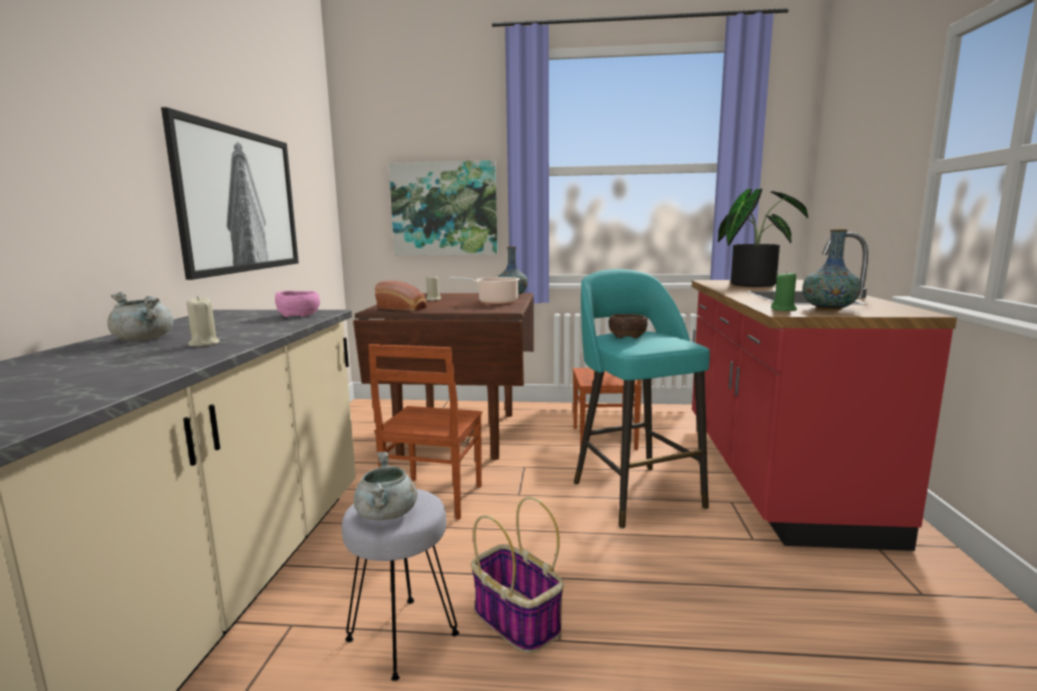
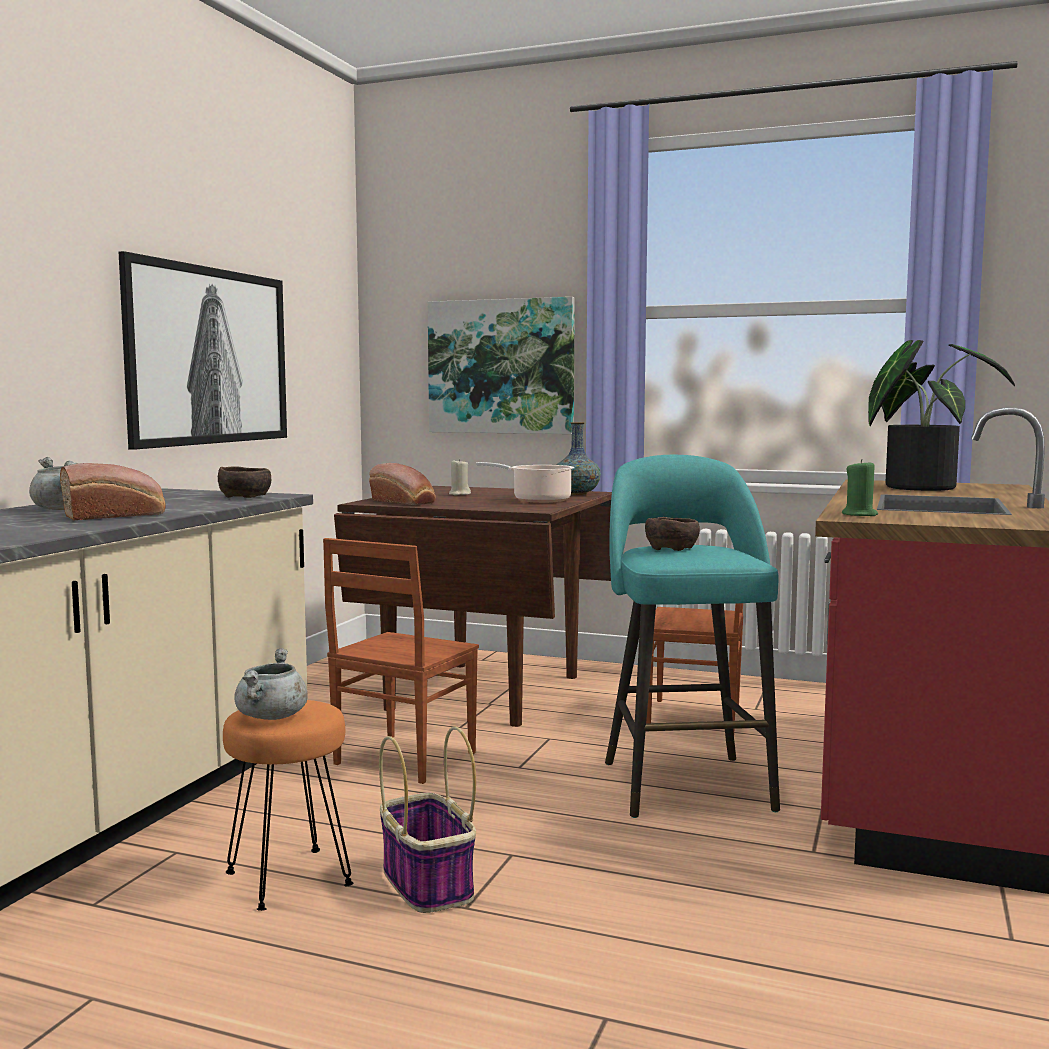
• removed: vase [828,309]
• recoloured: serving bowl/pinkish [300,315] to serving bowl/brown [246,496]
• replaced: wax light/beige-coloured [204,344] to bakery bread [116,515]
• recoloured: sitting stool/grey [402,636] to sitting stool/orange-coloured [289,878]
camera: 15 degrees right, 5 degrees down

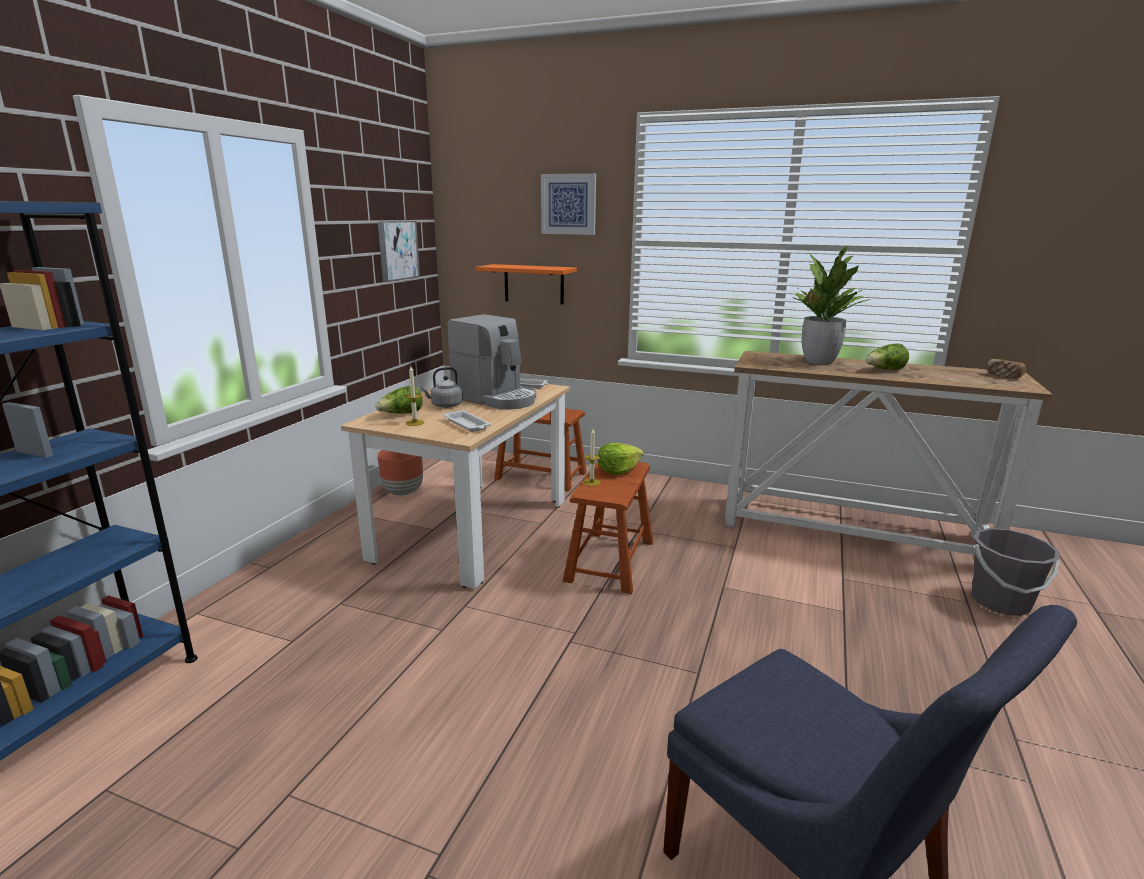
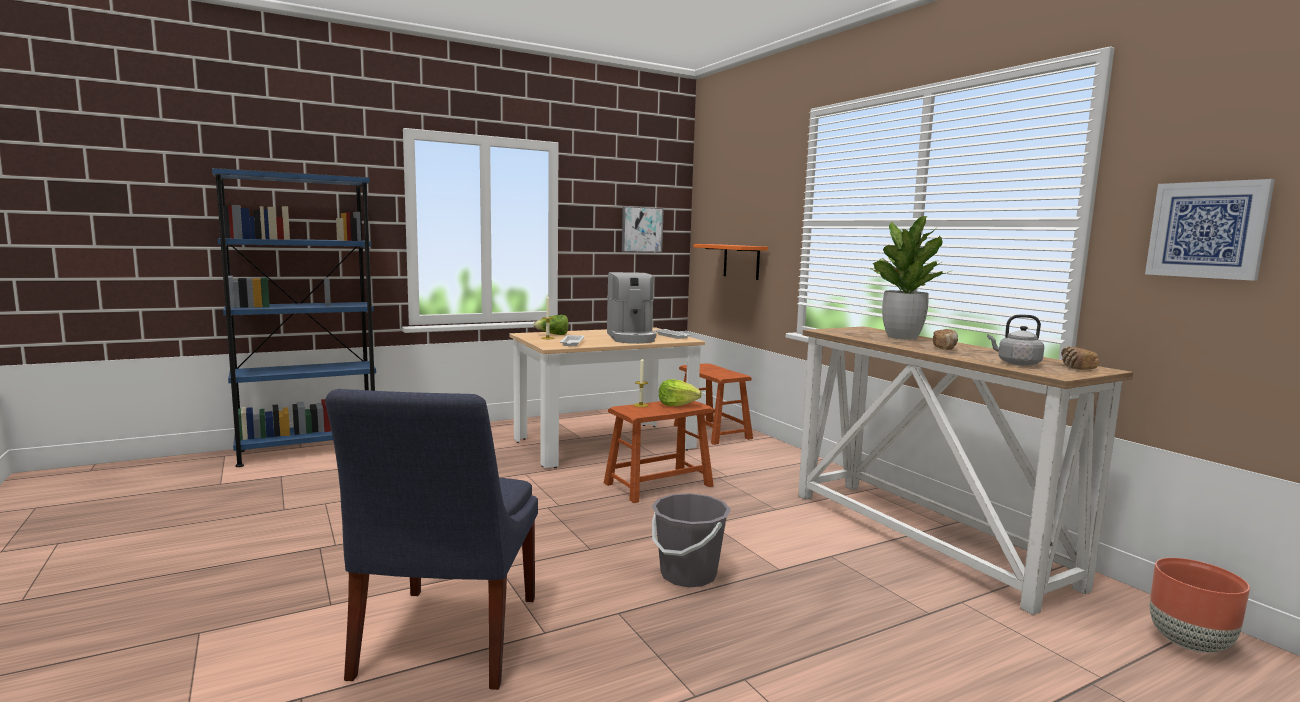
• moved: wall picture [568,204] to [1207,230]
• replaced: head of lettuce [884,370] to bakery bread [944,348]
• moved: water kettle/grey [445,405] to [1016,363]
• moved: flower pot/brown [403,492] to [1190,644]
• moved: water bucket/grey [1000,602] to [688,575]
camera: 40 degrees right, 10 degrees down

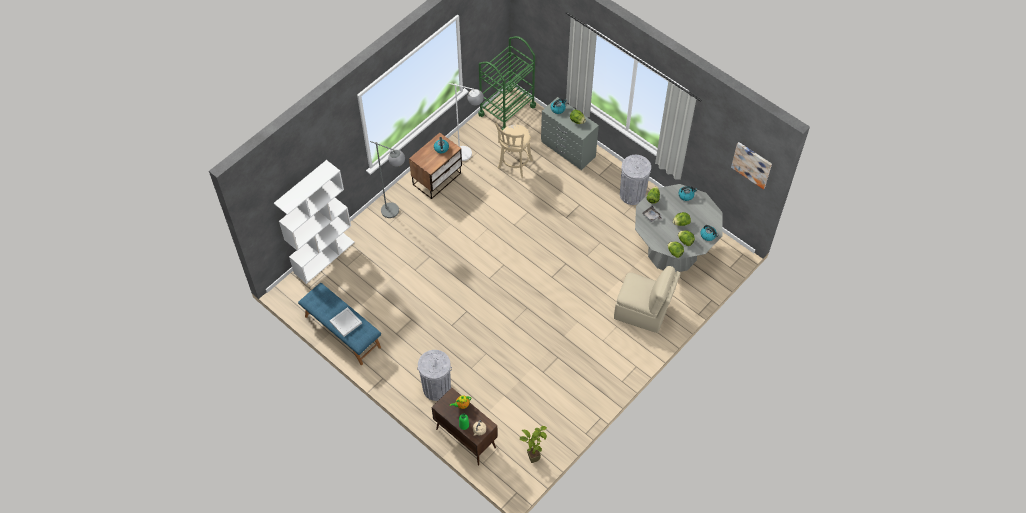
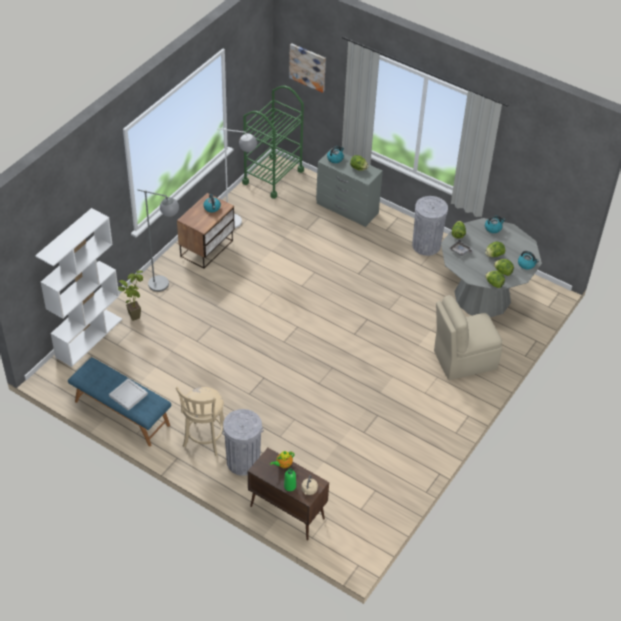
• moved: sitting stool/beige-coloured [514,165] to [204,441]
• moved: wall picture [752,164] to [308,67]
• turned: upright chair/beige-coloured [642,312] = [463,360] 150 degrees clockwise
• moved: houseplant [533,455] to [134,314]
camera: 10 degrees left, 10 degrees down

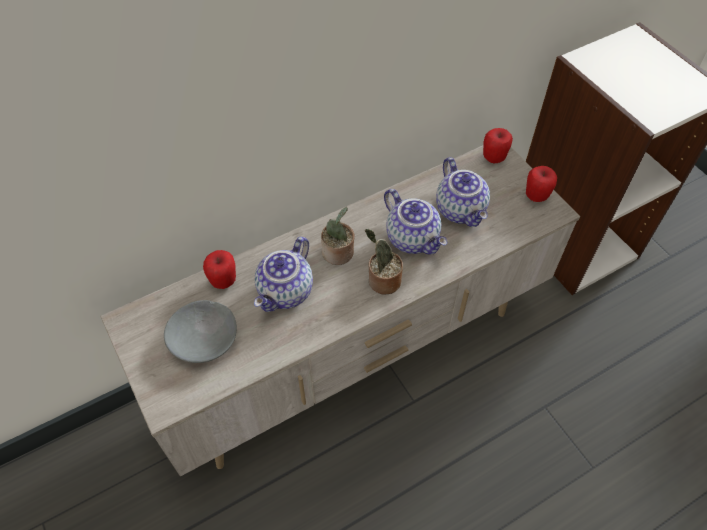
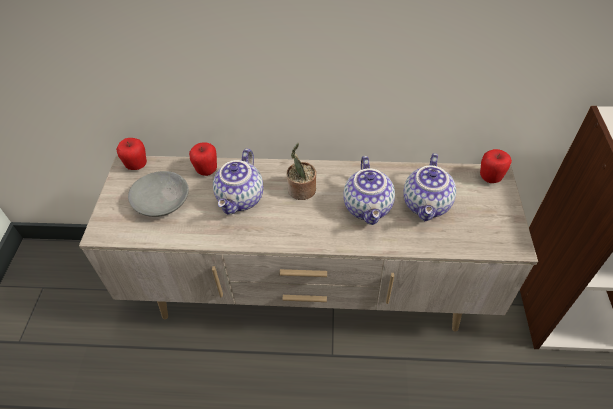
• moved: apple fruit [536,196] to [137,166]
• removed: houseplant [382,281]
• turned: teapot [286,292] = [241,199] 45 degrees counterclockwise
camera: 35 degrees right, 5 degrees down

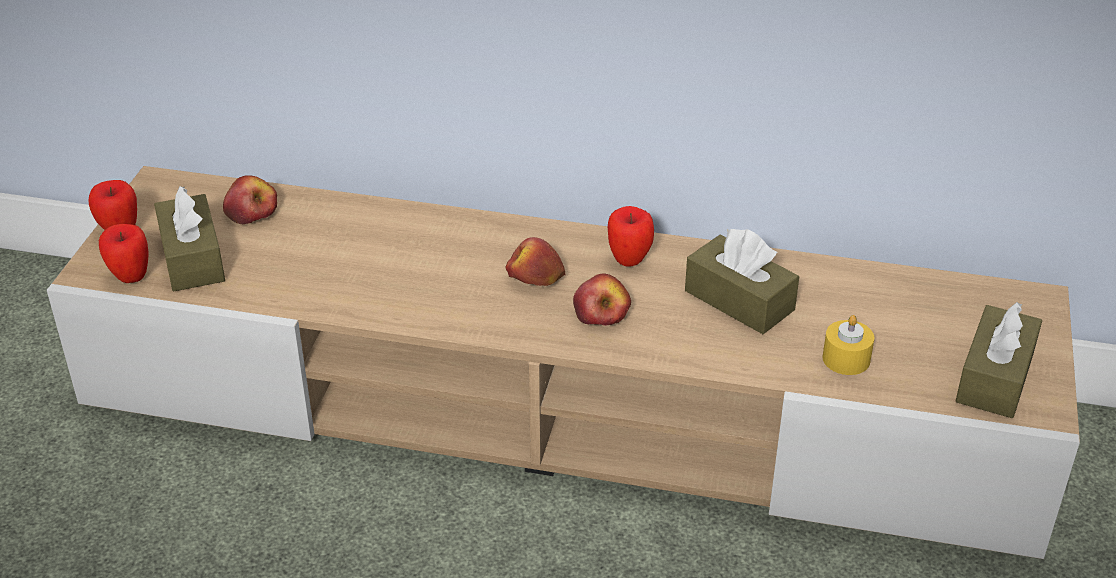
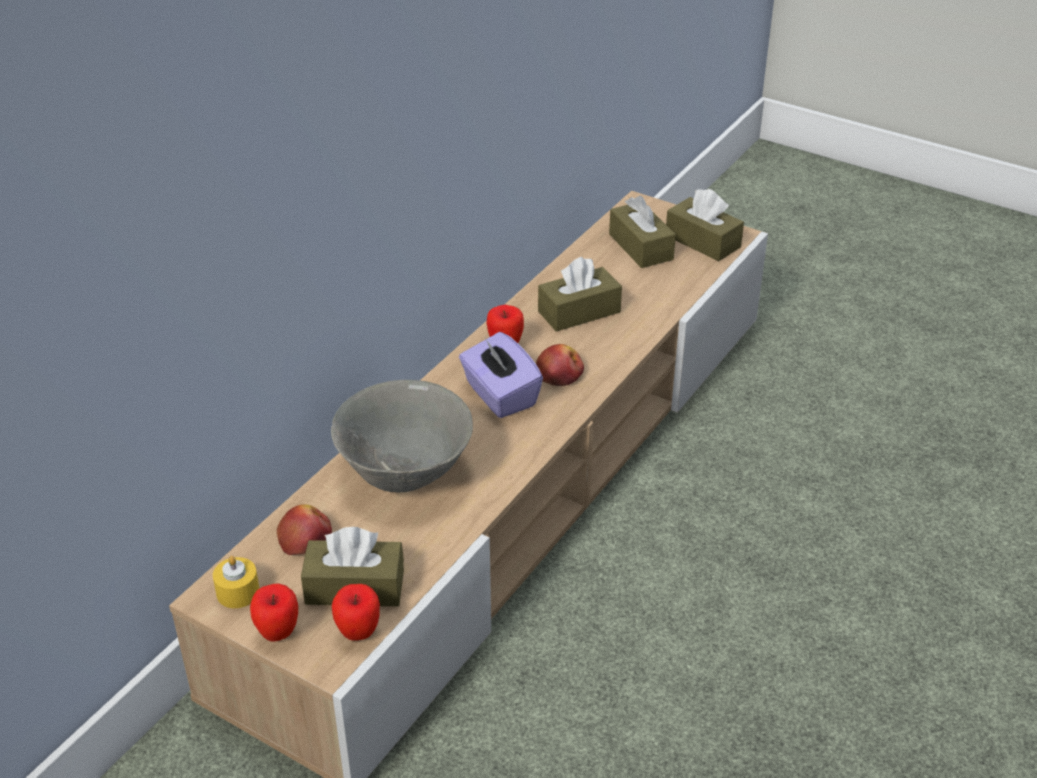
• replaced: apple fruit [535,277] to box of tissues/purple-coloured [499,395]
• moved: wax light/yellow-coloured [846,359] to [238,592]
• added: box of tissues/brown [640,247]
• added: serving bowl/grey [406,474]
camera: 70 degrees left, 0 degrees up

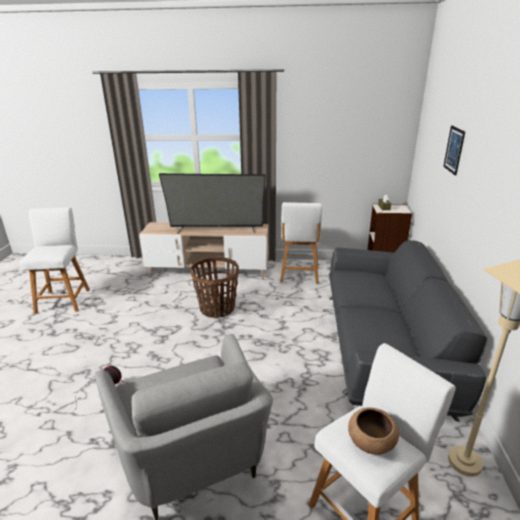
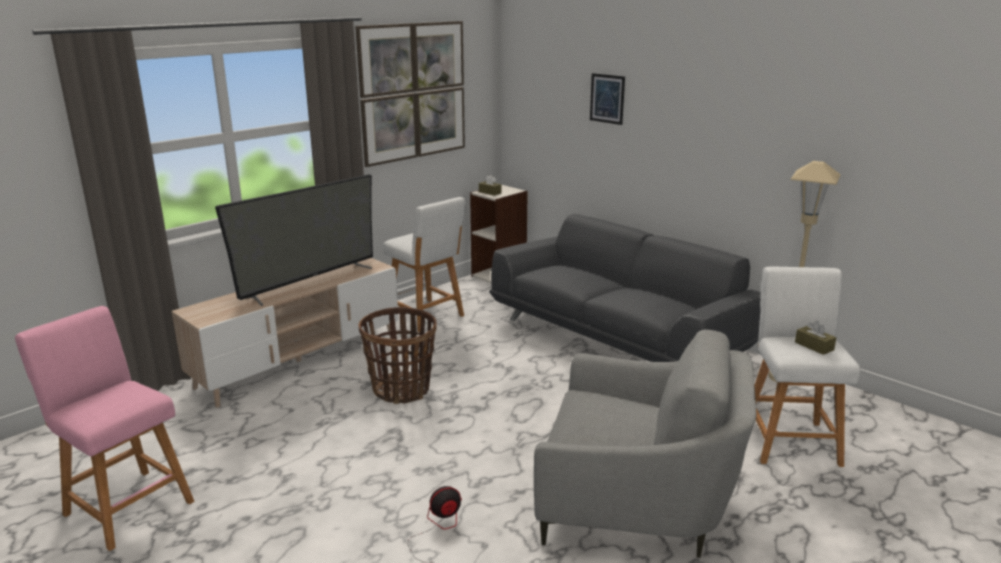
• recoloured: sitting stool/whitish [64,300] to sitting stool/pinkish [126,506]
• replaced: serving bowl/brown [371,442] to box of tissues/brown [814,346]
• added: wall picture [413,91]
camera: 50 degrees left, 5 degrees down

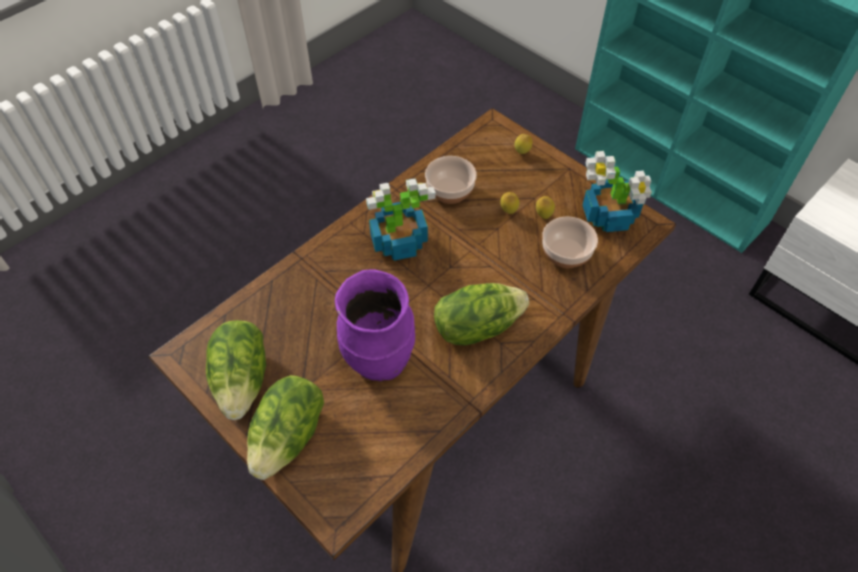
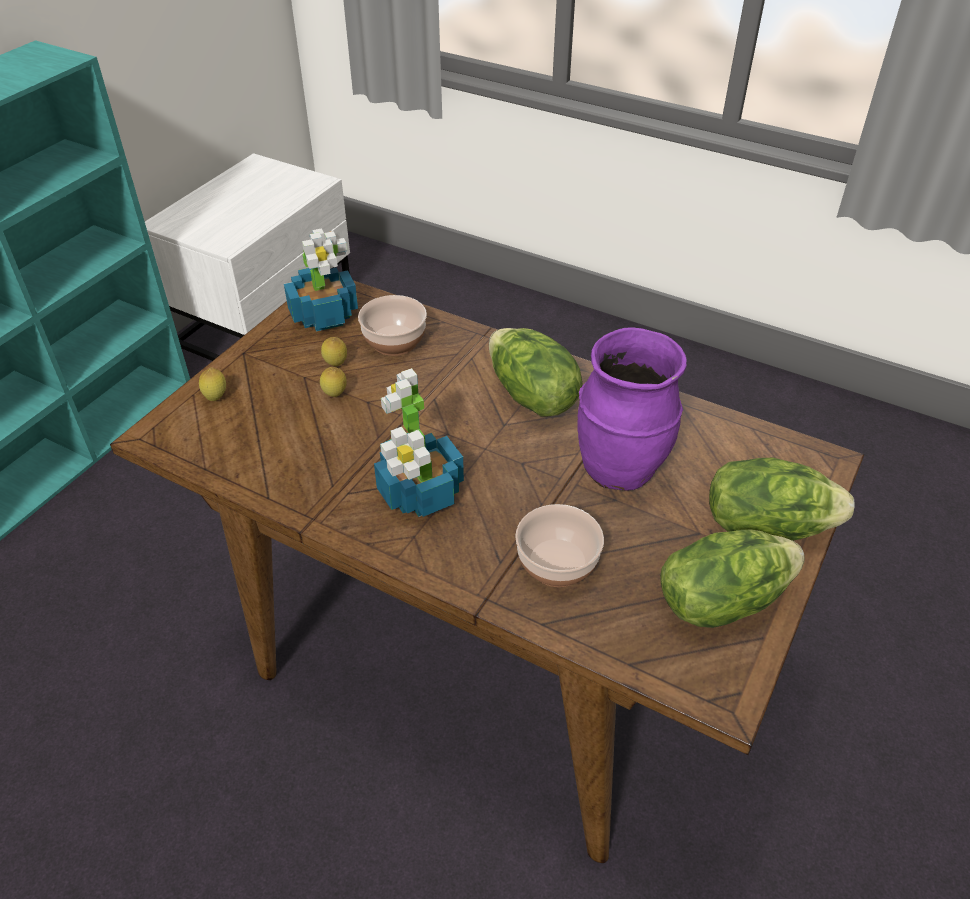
• moved: serving bowl [450,190] to [556,564]
camera: 105 degrees left, 10 degrees down

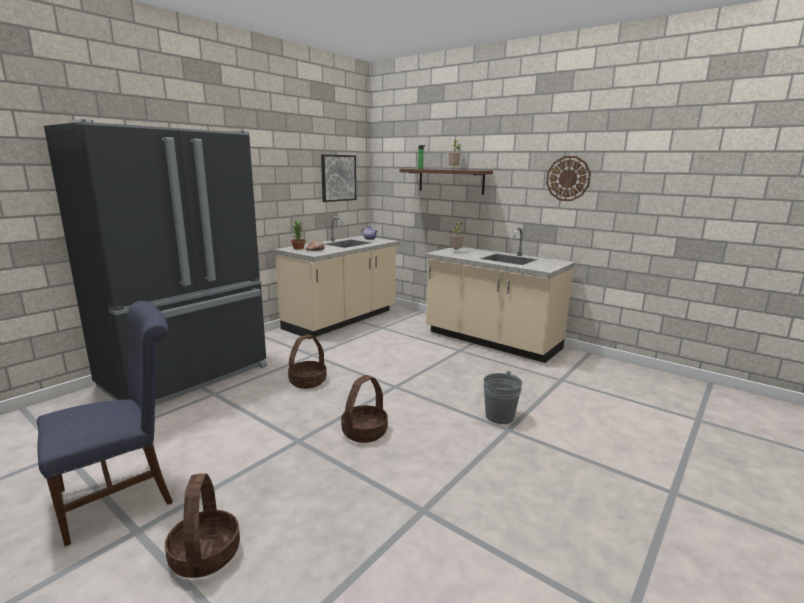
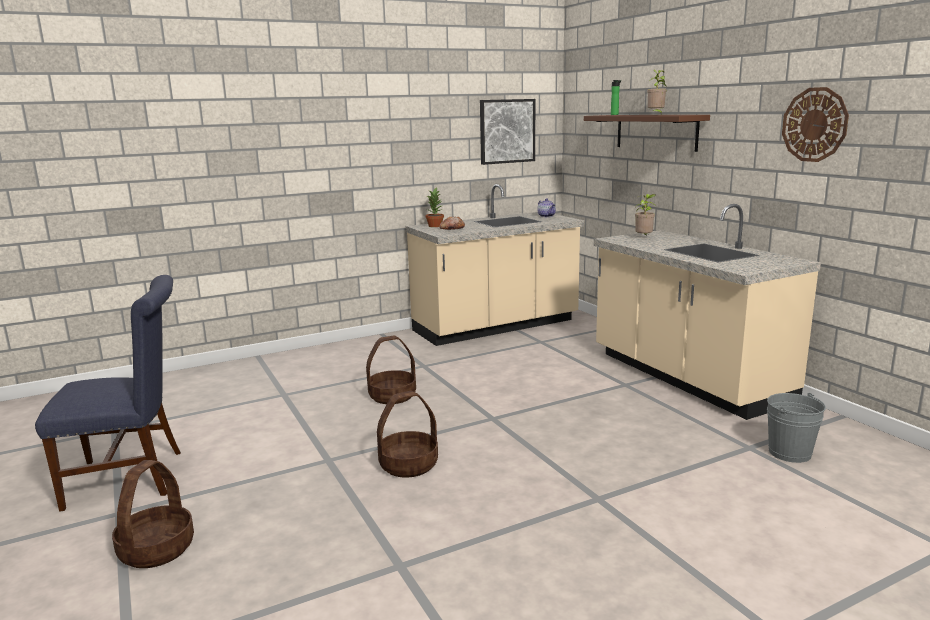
• removed: kitchen fridge/black [188,377]
• moved: water bucket/grey [499,416] to [789,453]
camera: 25 degrees right, 0 degrees up

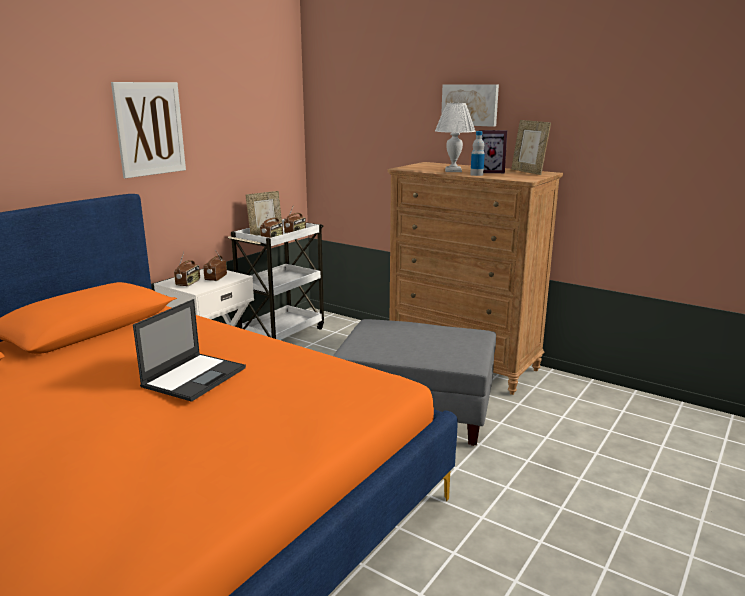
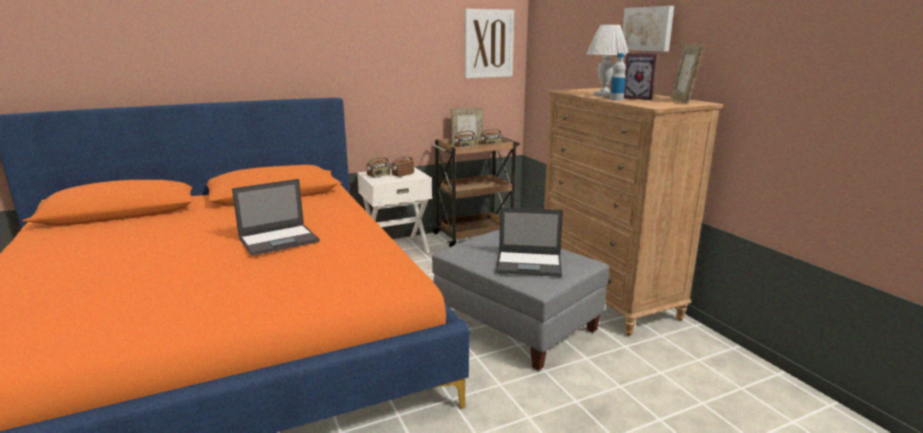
• moved: wall picture [149,129] to [488,43]
• recoloured: wheeled cart/whitish [282,334] to wheeled cart/brown [474,235]
• added: notebook computer [530,264]
camera: 30 degrees right, 0 degrees up

